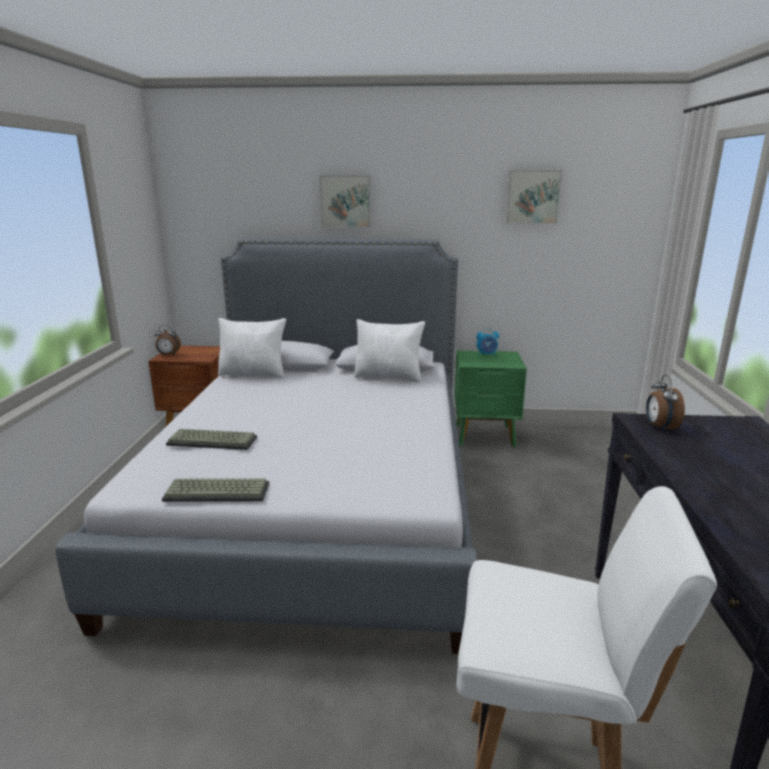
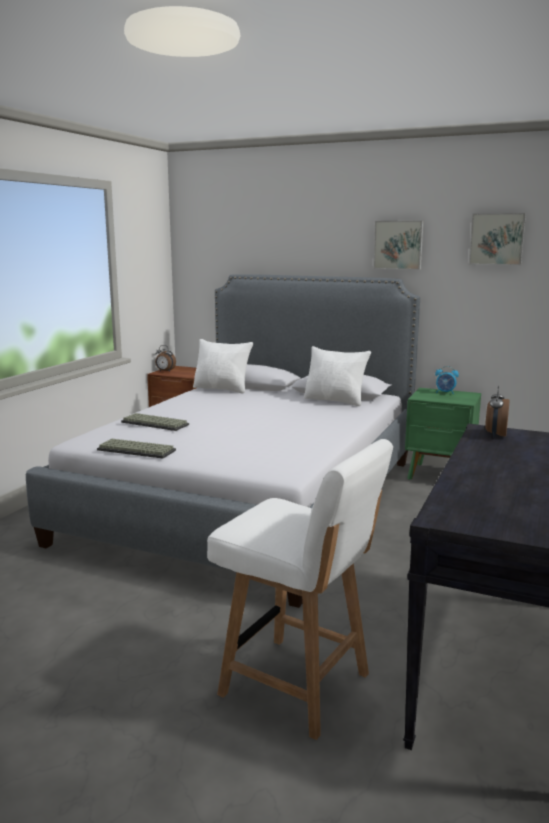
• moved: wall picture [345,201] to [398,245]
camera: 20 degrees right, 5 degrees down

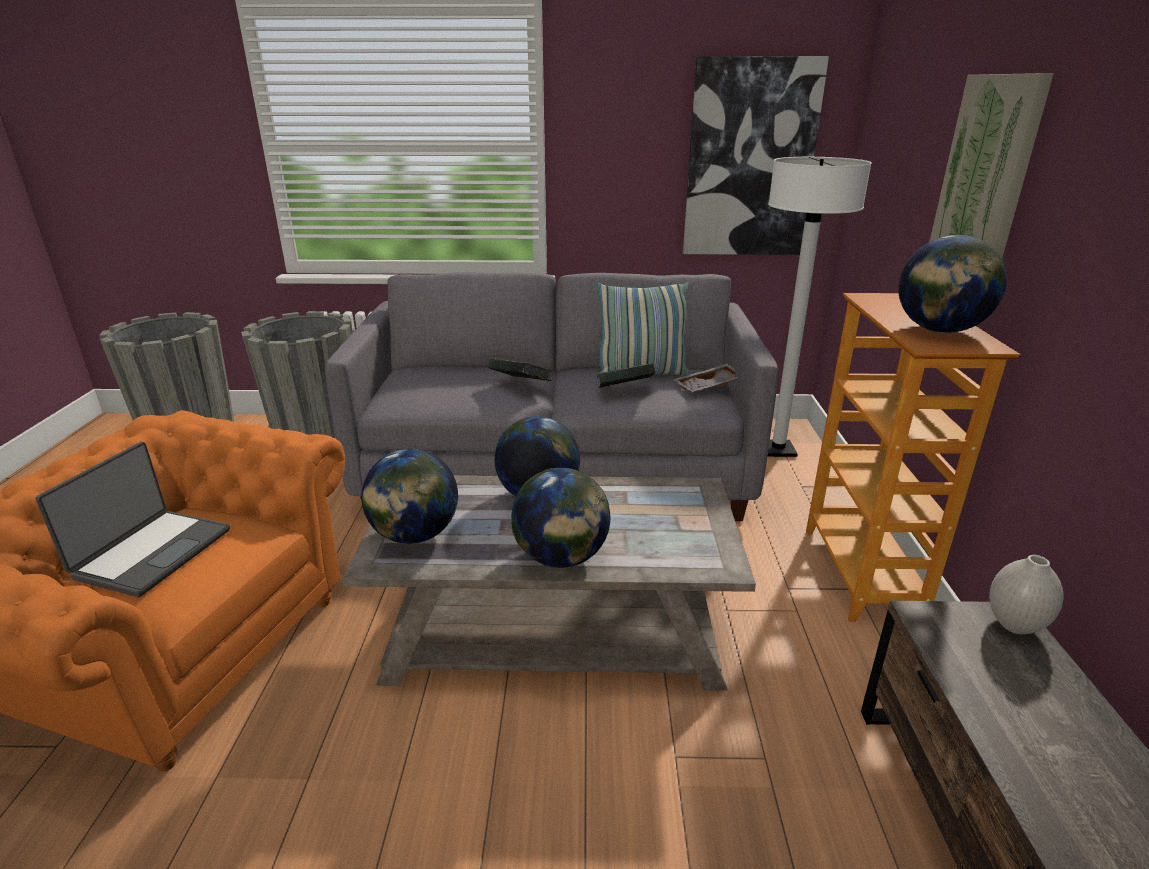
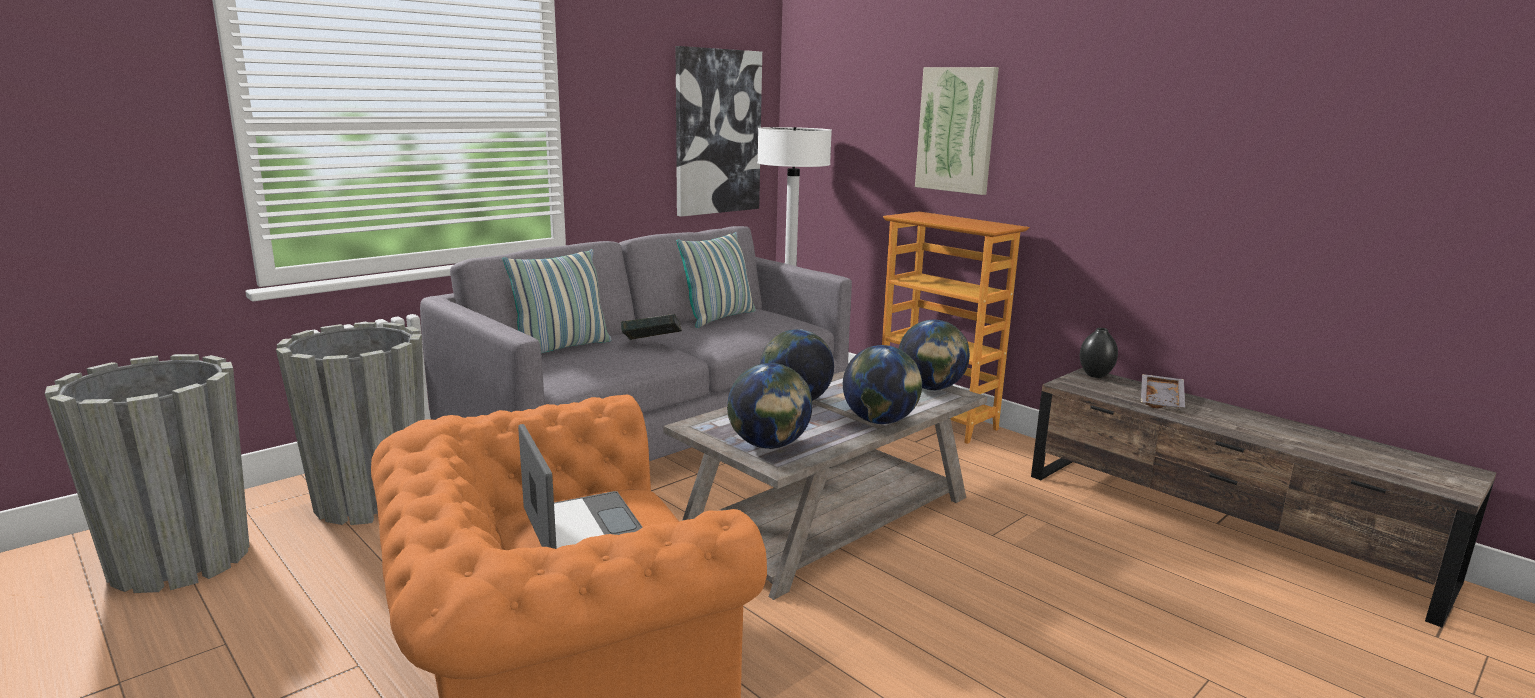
• moved: desk globe [938,331] to [930,388]
• removed: volume [624,392]
• moved: serving tray/grey [709,386] to [1162,400]
• recoloured: vase/whitish [1015,625] to vase/black [1095,375]
• added: pillow [562,348]
camera: 45 degrees left, 10 degrees down

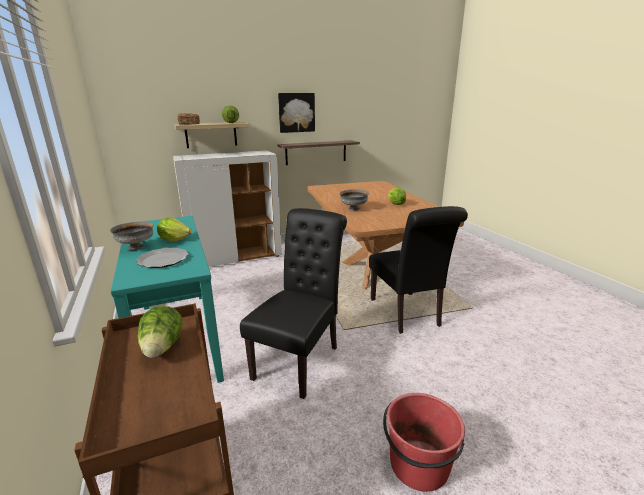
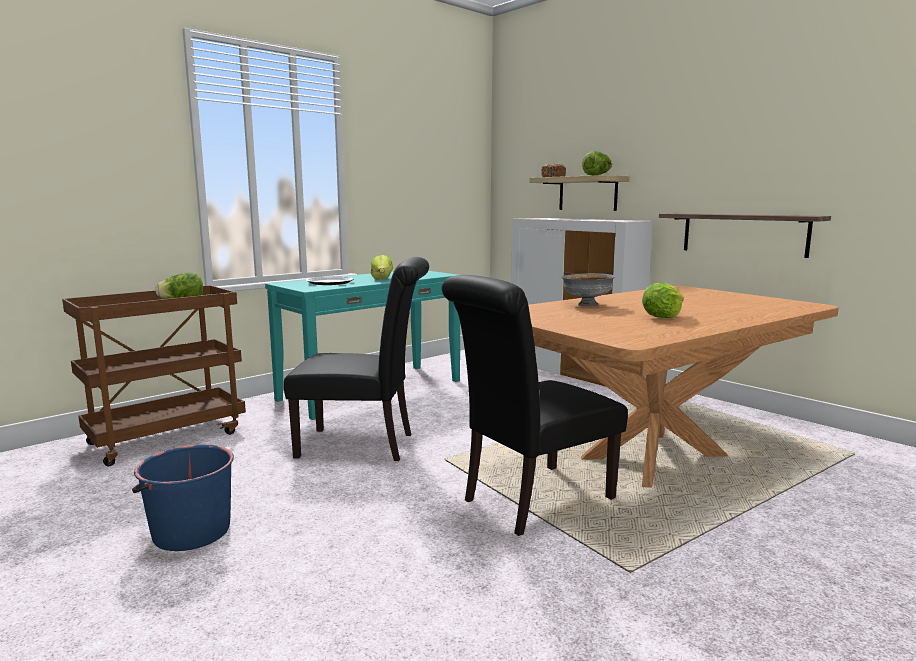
• removed: wall picture [296,112]
• removed: serving bowl/grey [136,247]
• recoloured: water bucket/red [418,465] to water bucket/bluish [190,532]
camera: 70 degrees right, 10 degrees down

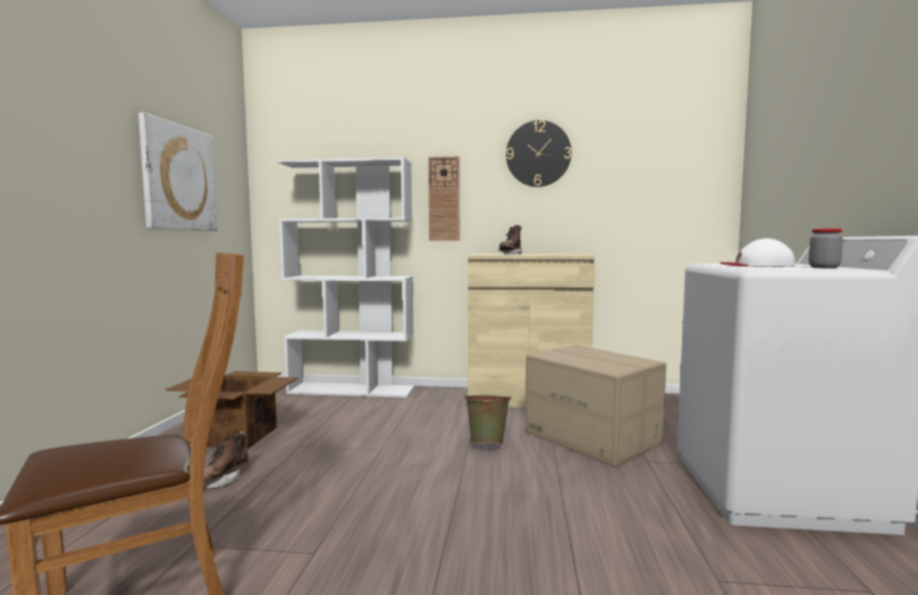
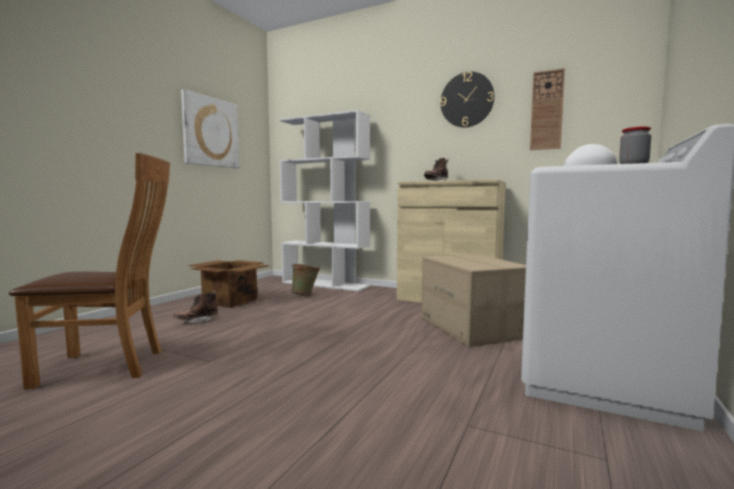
• moved: clock on the wall [444,199] to [547,110]
• moved: water bucket/greenish [487,444] to [305,295]
camera: 20 degrees right, 0 degrees up

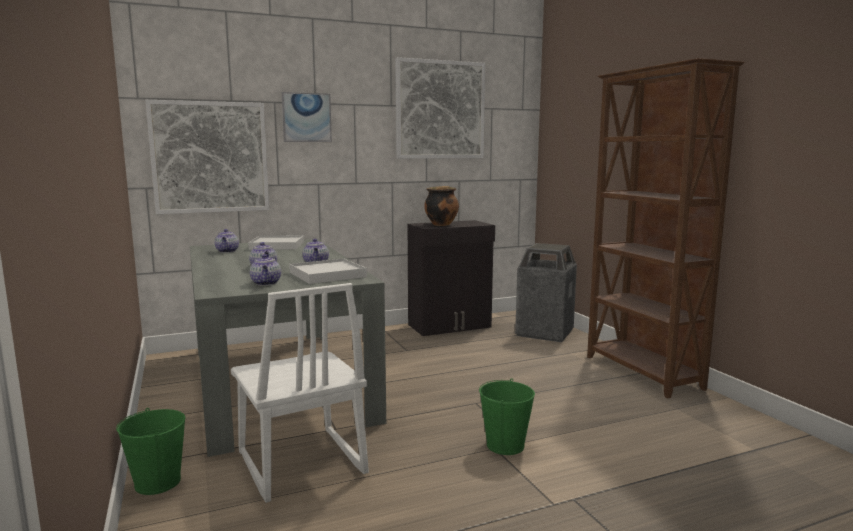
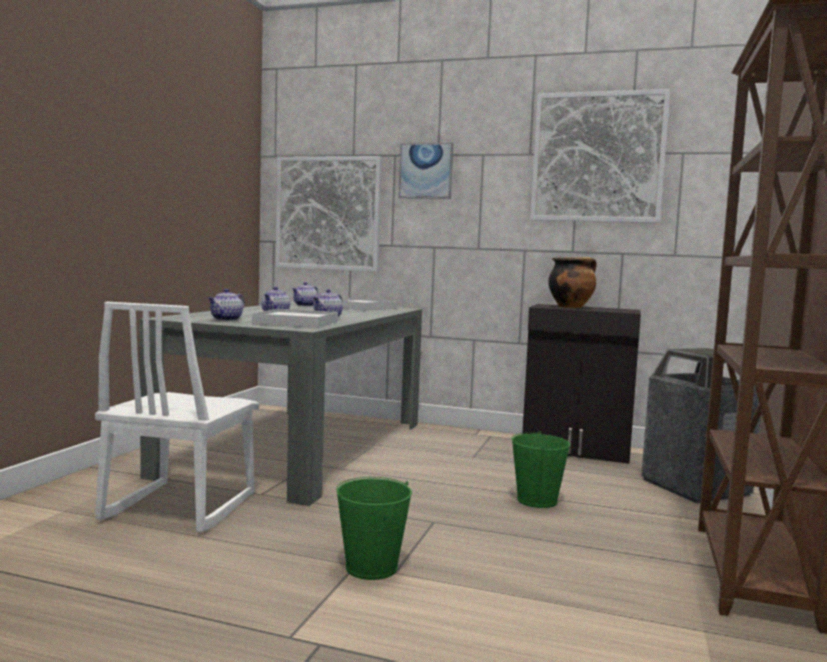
• moved: water bucket/greenish [158,482] to [537,500]
camera: 40 degrees right, 5 degrees down

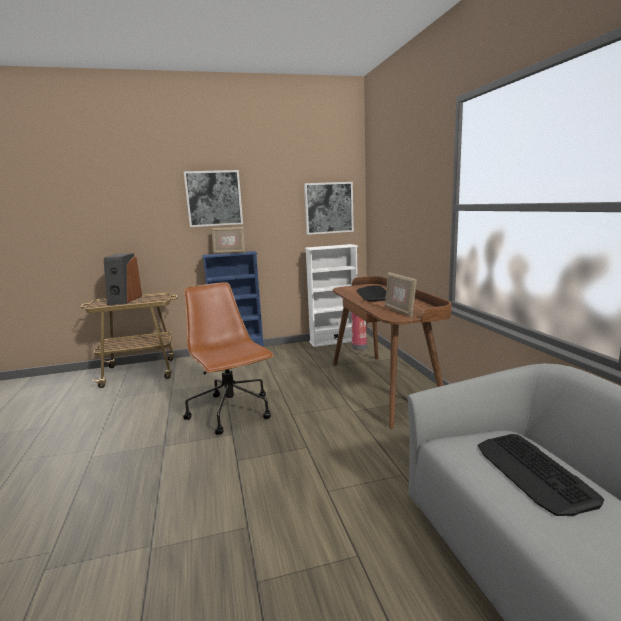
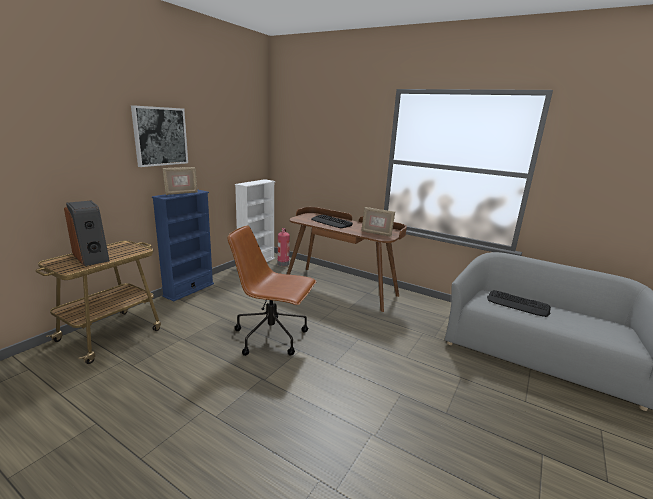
• removed: wall picture [328,208]
camera: 45 degrees left, 5 degrees up

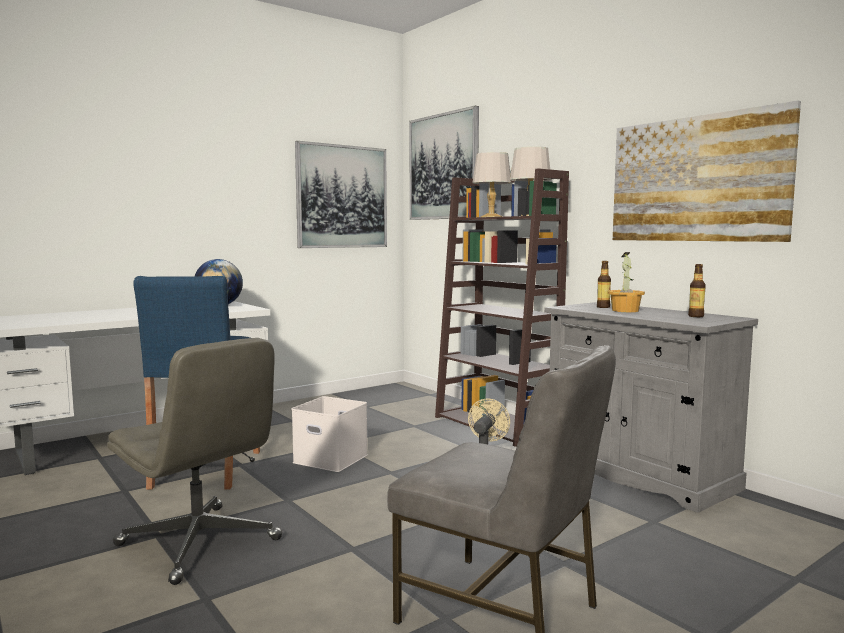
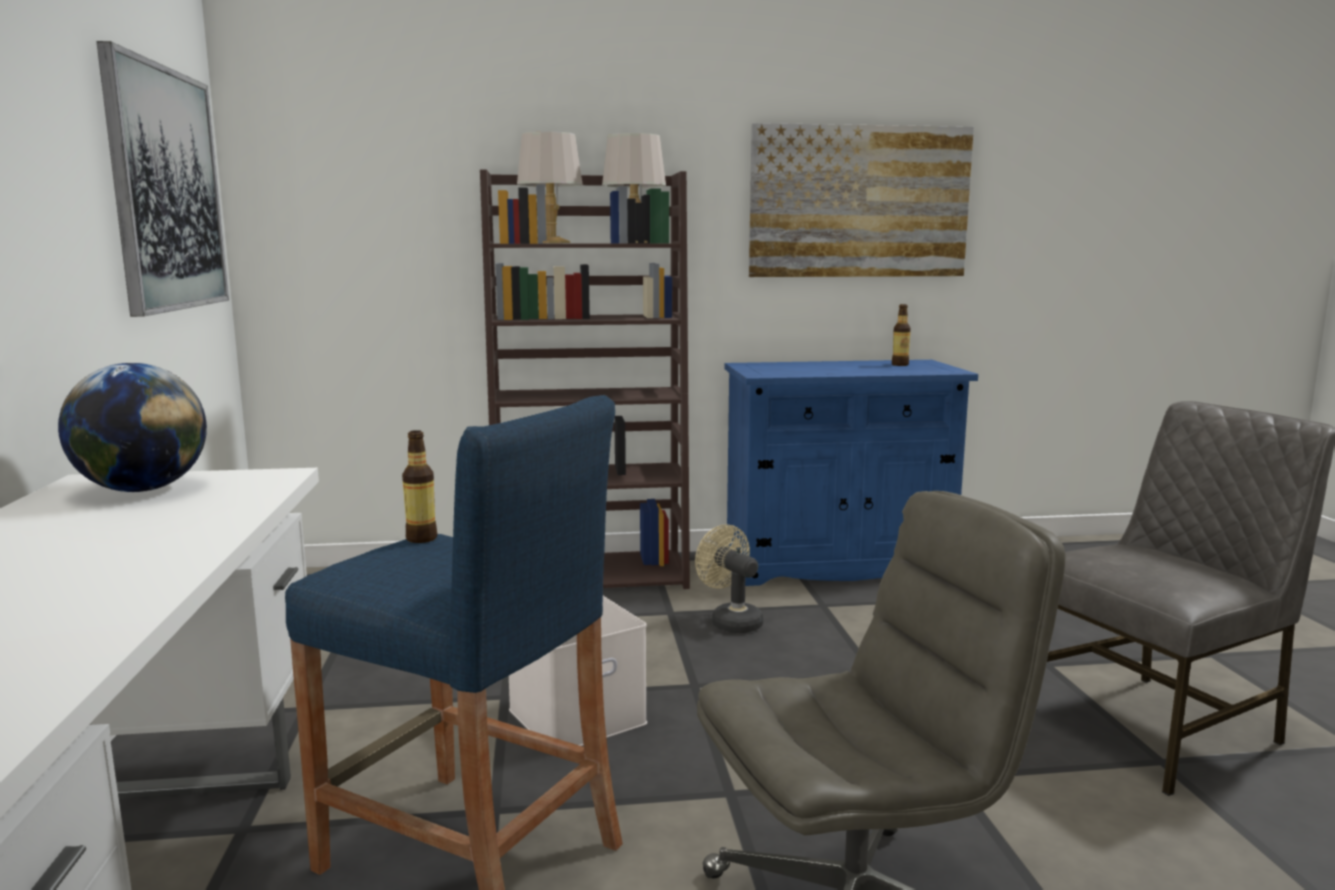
• removed: wall picture [443,167]
• removed: houseplant [625,310]
• moved: drink bottle [603,307] to [421,538]
• recoloured: cupboard/grey [637,472] to cupboard/bluish [837,563]
camera: 60 degrees left, 5 degrees up

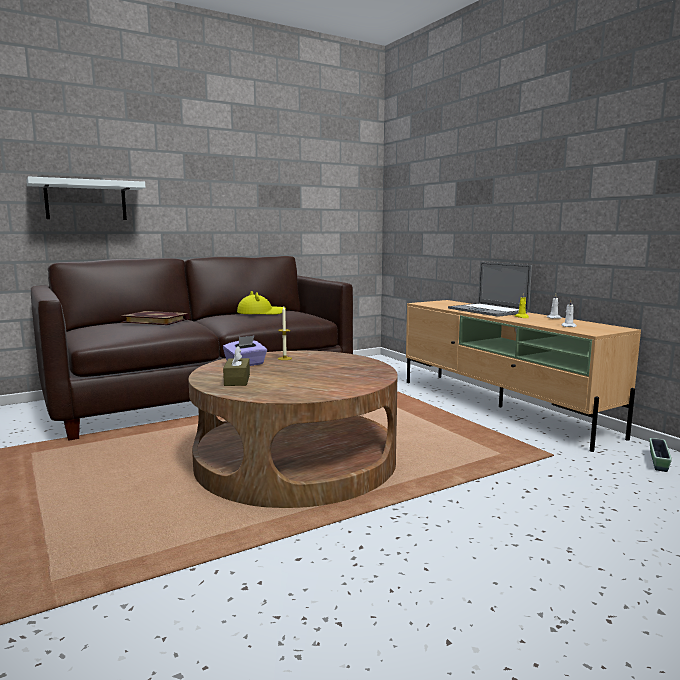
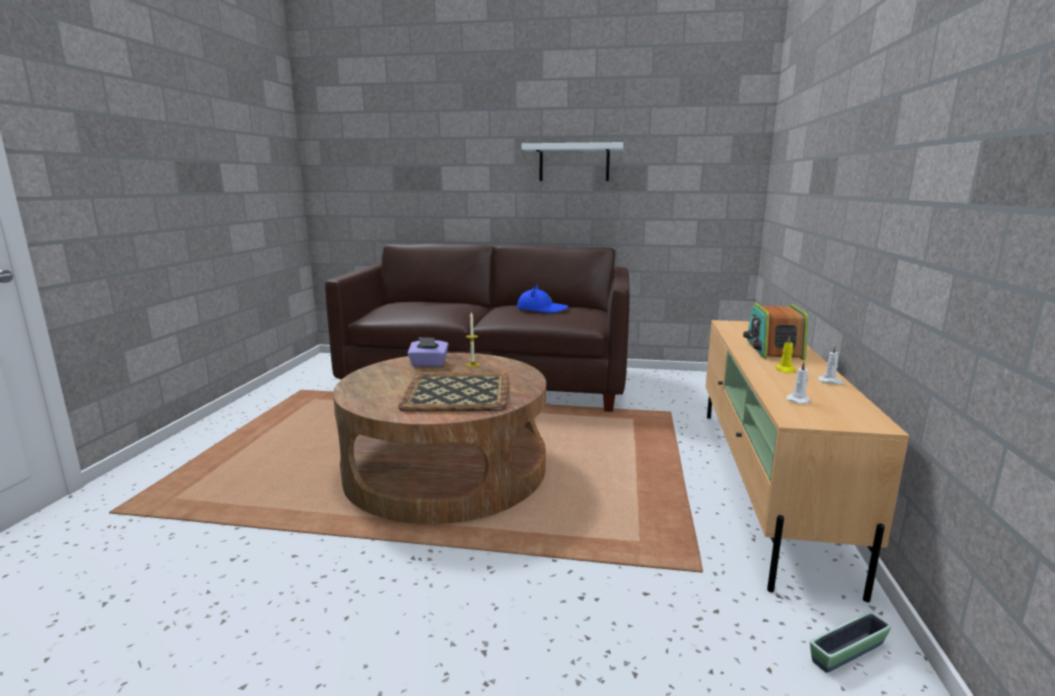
• moved: shelf/whitish [86,200] to [574,163]
• replaced: notebook computer [487,310] to radio set [773,350]
• recoloured: hat/yellow-coloured [261,313] to hat/bluish [541,309]
• removed: volume [156,320]
• removed: box of tissues/brown [237,380]
• added: serving tray [456,392]
camera: 40 degrees right, 5 degrees up

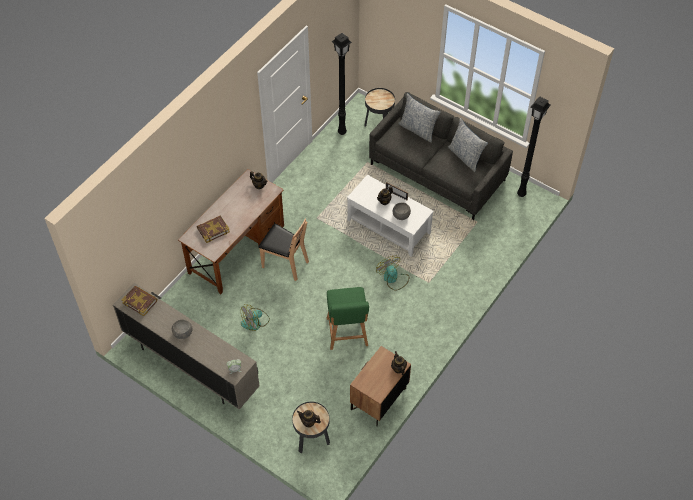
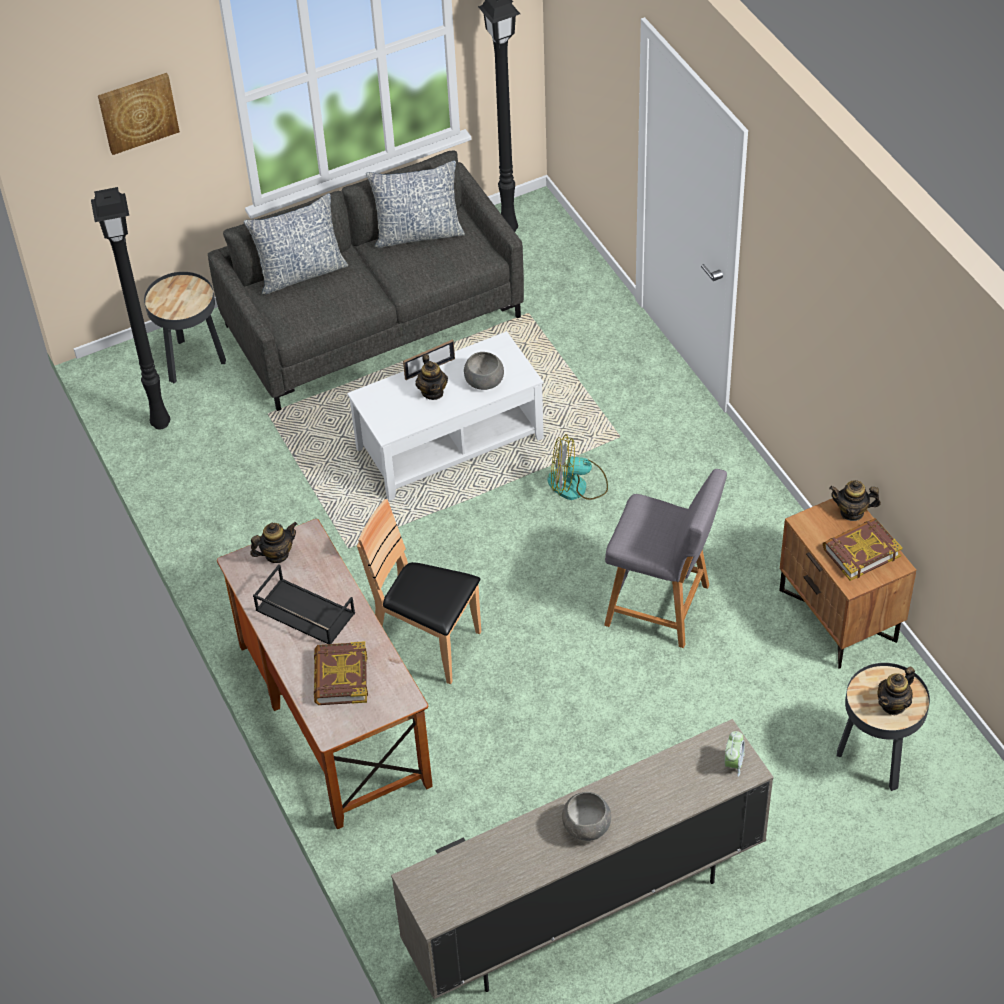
• turned: upright chair/brown [285,263] = [427,644] 120 degrees counterclockwise
• moved: volume [140,301] to [861,552]
• recoloured: sitting stool/greenish [347,334] to sitting stool/grey [662,606]
• removed: electric fan [255,322]
• added: wall picture [138,112]
• added: serving tray/black [304,612]
camera: 60 degrees left, 5 degrees down

